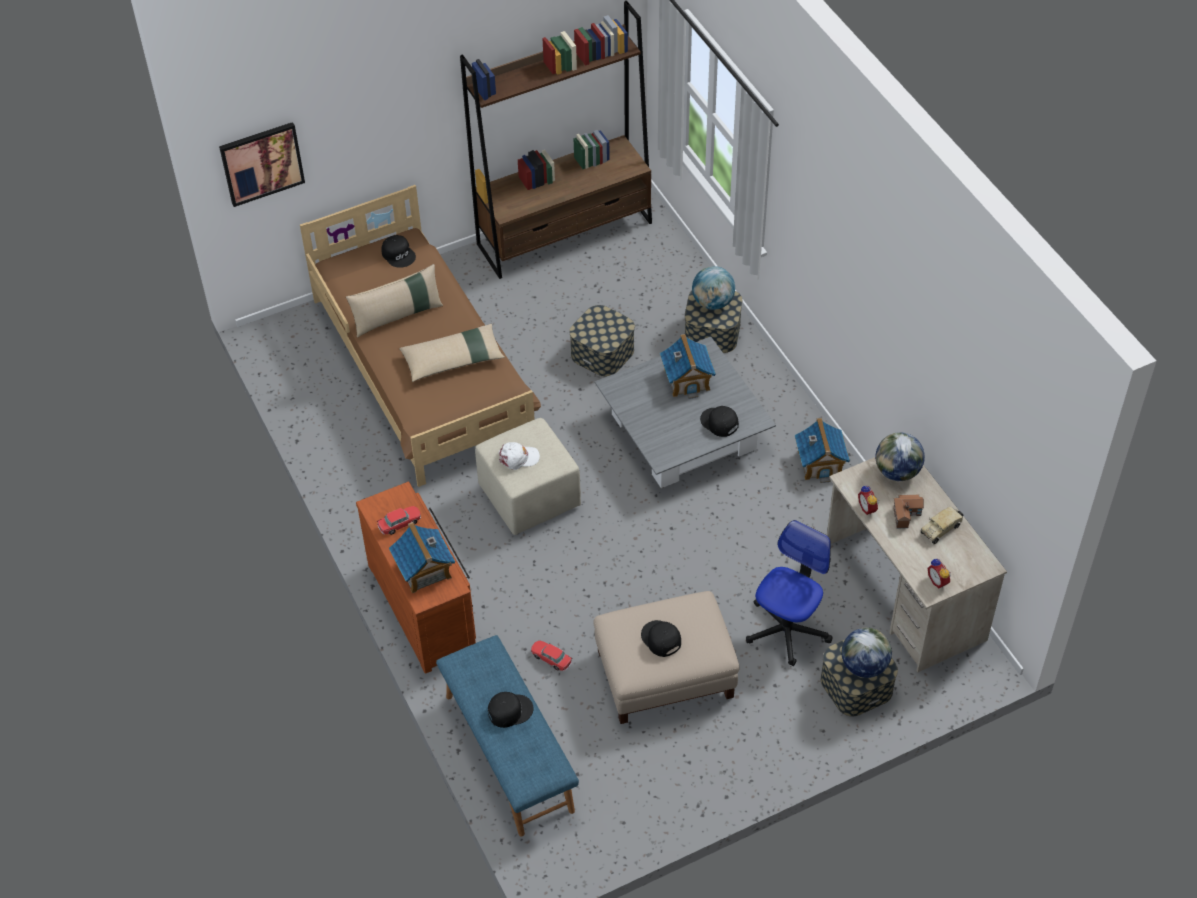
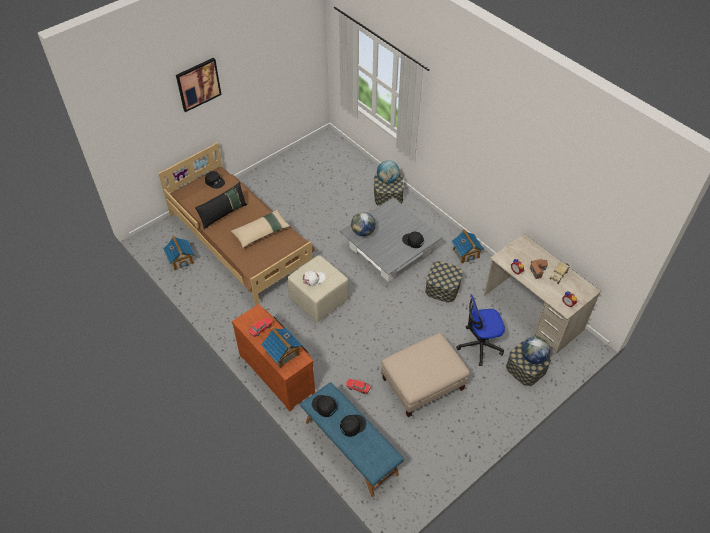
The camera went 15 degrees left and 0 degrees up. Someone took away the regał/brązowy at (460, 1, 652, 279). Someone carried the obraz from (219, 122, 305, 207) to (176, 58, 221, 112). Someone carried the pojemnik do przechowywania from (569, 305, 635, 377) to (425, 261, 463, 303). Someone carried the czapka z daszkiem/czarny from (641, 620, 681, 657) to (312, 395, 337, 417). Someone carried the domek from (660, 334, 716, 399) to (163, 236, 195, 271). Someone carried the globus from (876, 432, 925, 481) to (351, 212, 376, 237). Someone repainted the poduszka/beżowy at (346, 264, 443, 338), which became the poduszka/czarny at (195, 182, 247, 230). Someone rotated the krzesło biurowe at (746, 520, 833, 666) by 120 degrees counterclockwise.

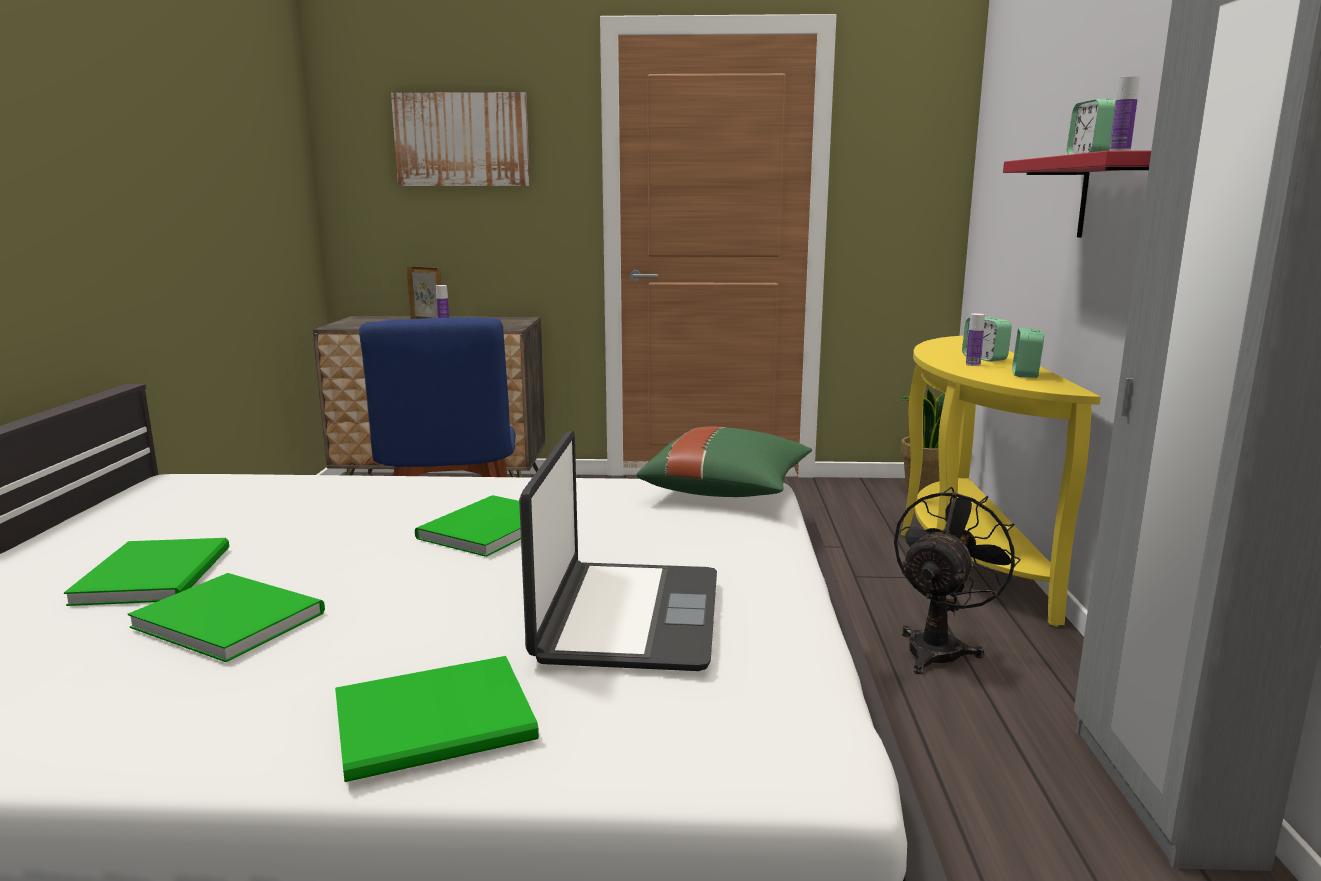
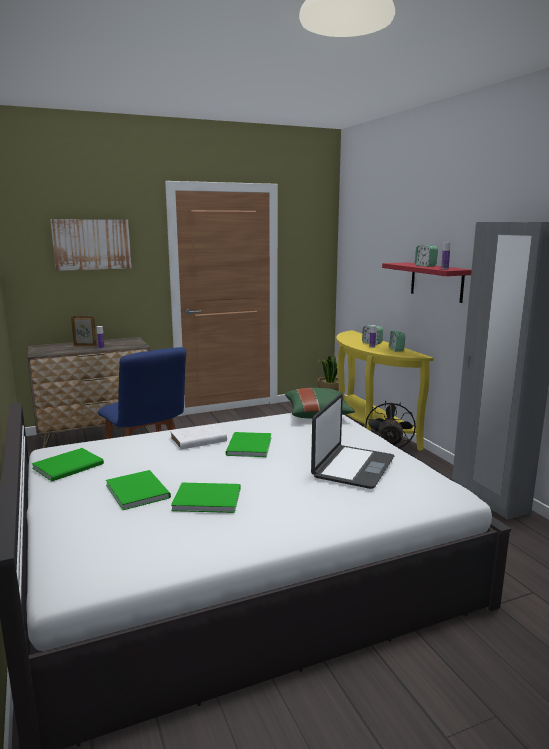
The camera went 25 degrees left and 0 degrees up. Someone put down the książka/biały at (170, 424, 227, 450). Someone carried the książka/zielony from (335, 656, 539, 782) to (32, 448, 104, 481). Someone rotated the laptop at (519, 431, 717, 671) by 45 degrees clockwise.

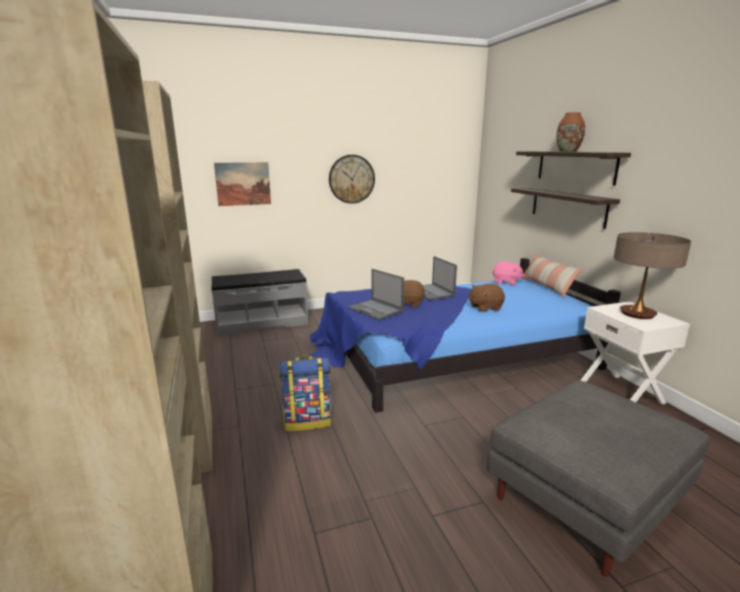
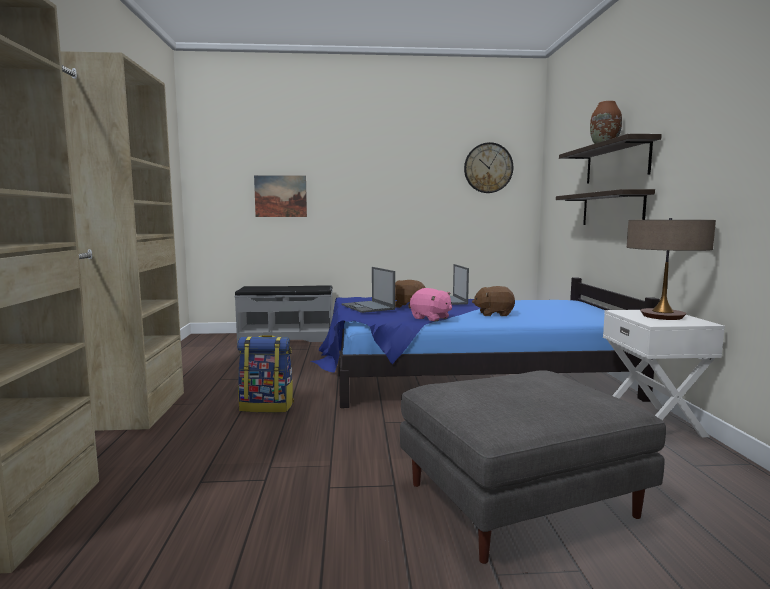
The camera went 15 degrees right and 10 degrees down. Someone took away the poduszka at (521, 253, 582, 298). Someone carried the zegar ścienny from (329, 155, 375, 204) to (464, 142, 513, 193). Someone carried the pluszak/różowy from (492, 262, 525, 285) to (410, 288, 452, 322).

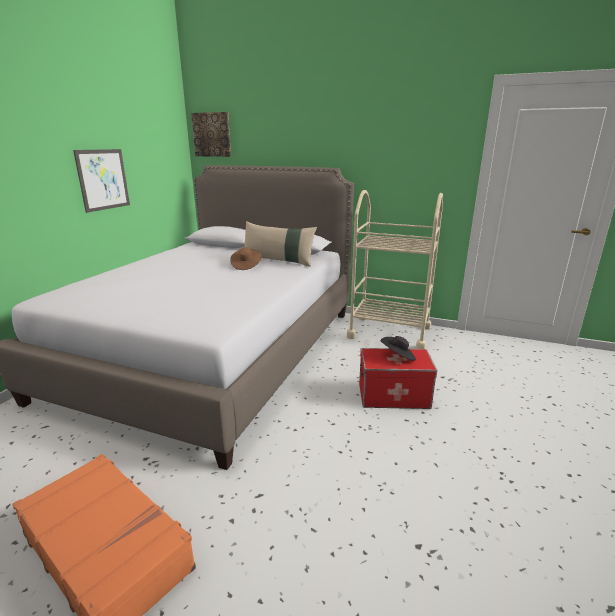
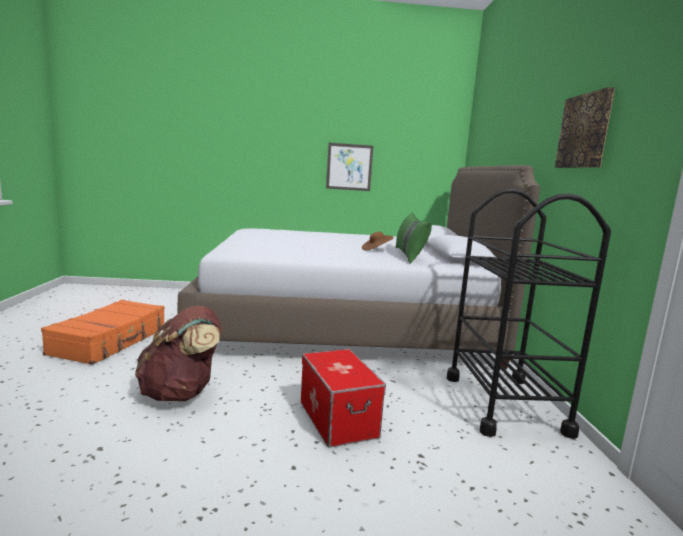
The camera went 65 degrees right and 10 degrees down. Someone took away the kapelusz/czarny at (380, 336, 416, 361). Someone put down the plecak/brązowy at (135, 306, 222, 401). Someone carried the obraz from (191, 112, 231, 157) to (555, 87, 615, 168). Someone repainted the poduszka/beżowy at (244, 221, 317, 267), which became the poduszka/zielony at (396, 213, 432, 264). Someone repainted the wózek/beżowy at (347, 190, 443, 349), which became the wózek/czarny at (447, 188, 611, 439).

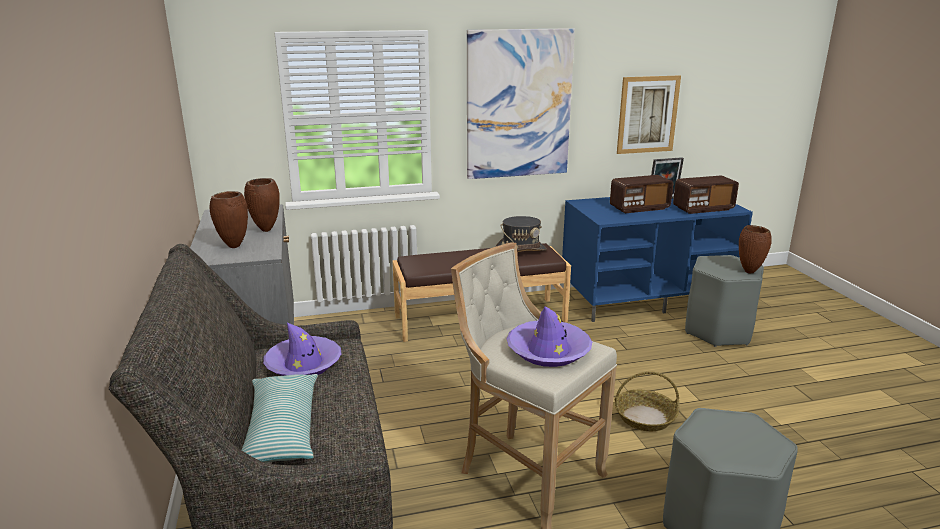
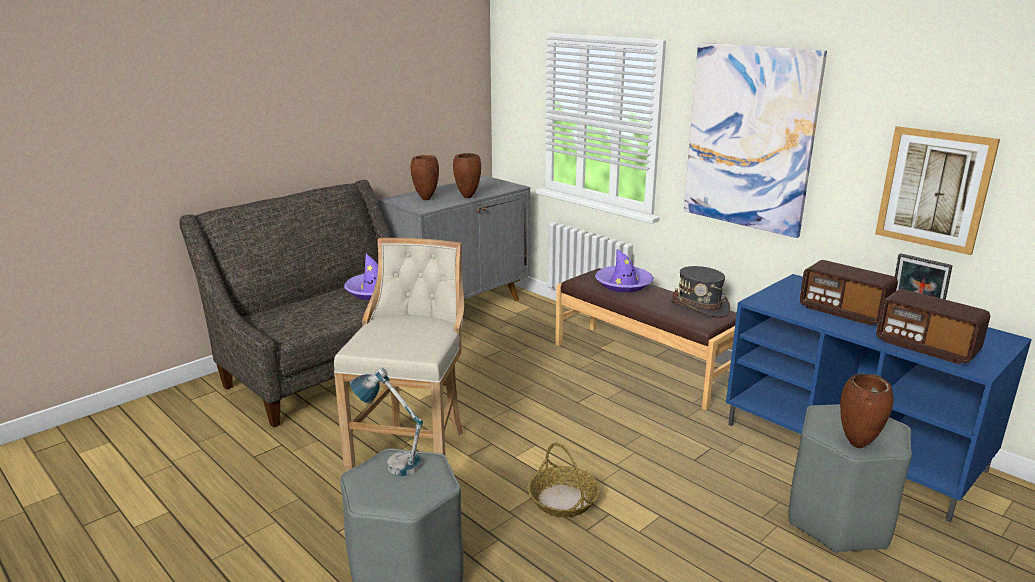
The camera went 60 degrees right and 0 degrees up. Someone took away the poduszka at (241, 374, 318, 463). Someone put down the lampa stołowa at (350, 367, 423, 476). Someone carried the kapelusz/fioletowy from (507, 306, 592, 367) to (595, 249, 654, 292).

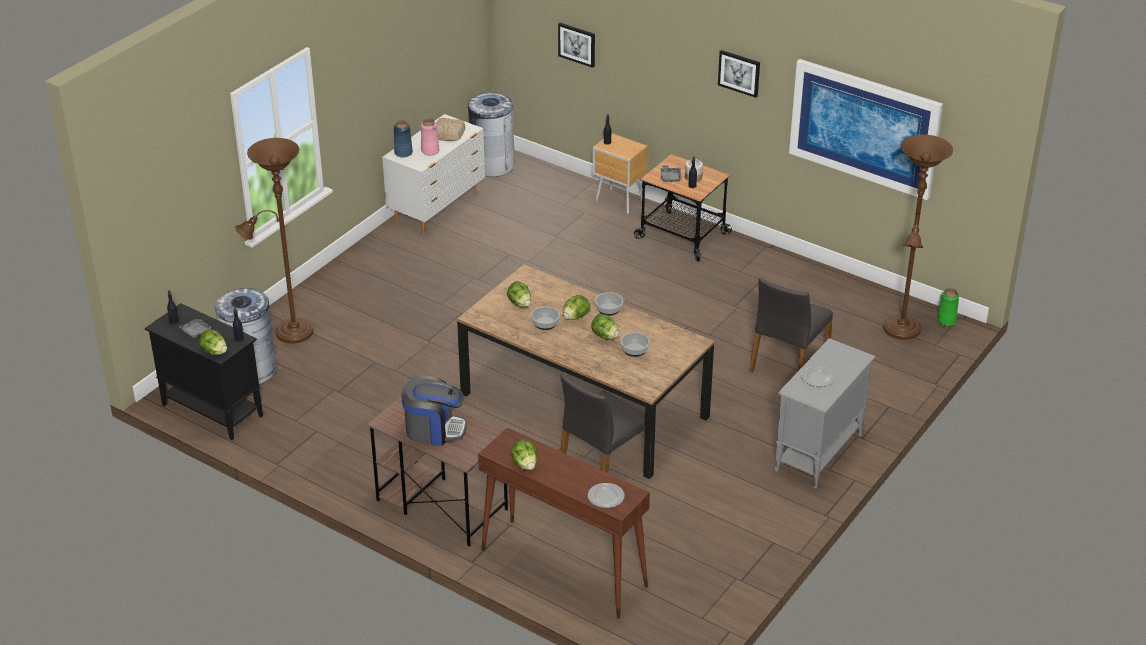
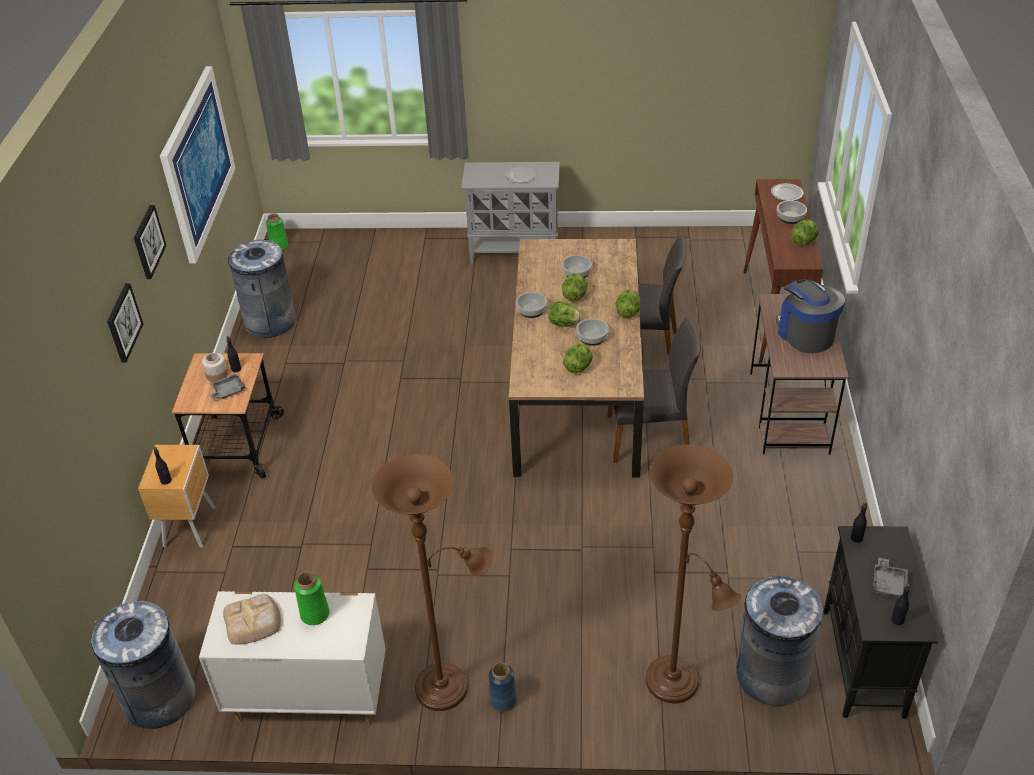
The camera went 120 degrees left and 5 degrees up. Someone put down the kosz na śmieci/szary at (228, 240, 296, 338). Someone put down the miska at (777, 200, 807, 224). Someone carried the sałata from (199, 329, 227, 355) to (615, 290, 641, 319). Someone carried the wazon/niebieski from (394, 120, 413, 157) to (489, 663, 517, 712). Someone carried the obraz from (558, 23, 595, 68) to (107, 283, 143, 363). Someone carried the krzesło/szary from (749, 277, 833, 372) to (608, 317, 701, 463). Someone carried the lampa stojąca/brązowy from (883, 135, 953, 340) to (372, 454, 492, 711). Someone repainted the wazon/różowy at (421, 118, 439, 155), which became the wazon/zielony at (294, 572, 329, 625).

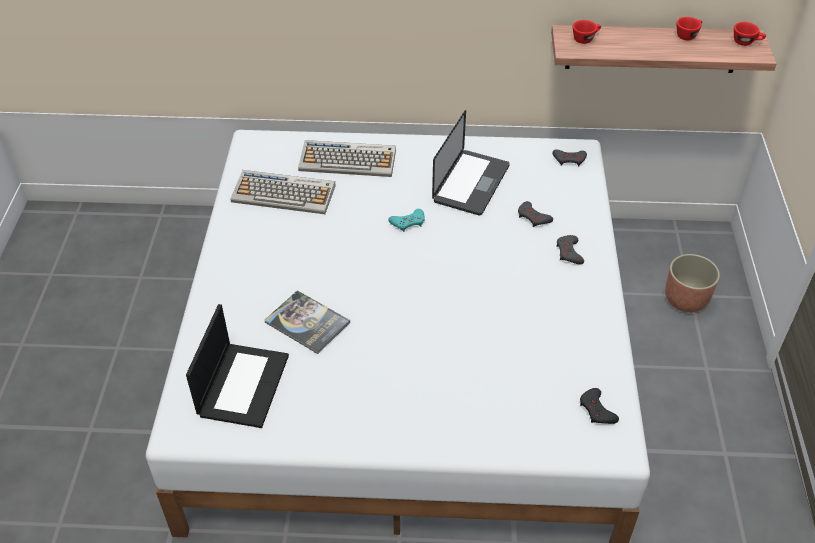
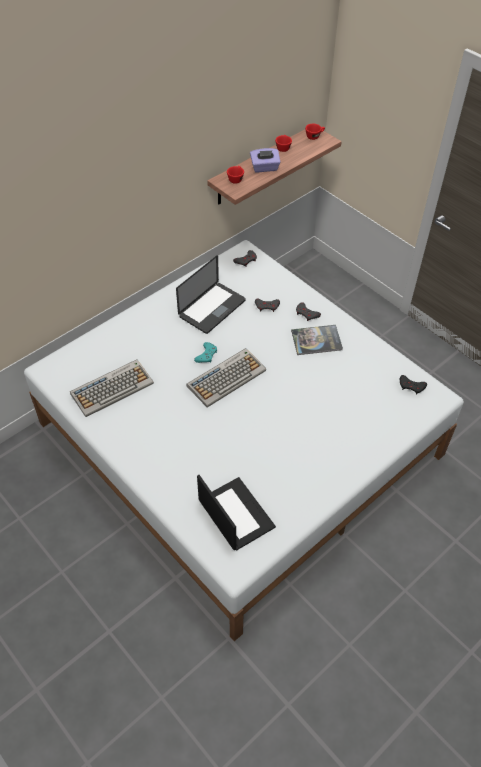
The camera went 45 degrees left and 5 degrees up. Someone took away the donica at (665, 254, 720, 313). Someone put down the pudełko chusteczek/fioletowy at (250, 148, 281, 172). Someone carried the książka from (265, 290, 350, 354) to (291, 325, 343, 355). Someone carried the klawiatura from (298, 140, 396, 177) to (187, 348, 266, 408). Someone rotated the laptop at (432, 110, 510, 216) by 60 degrees clockwise.

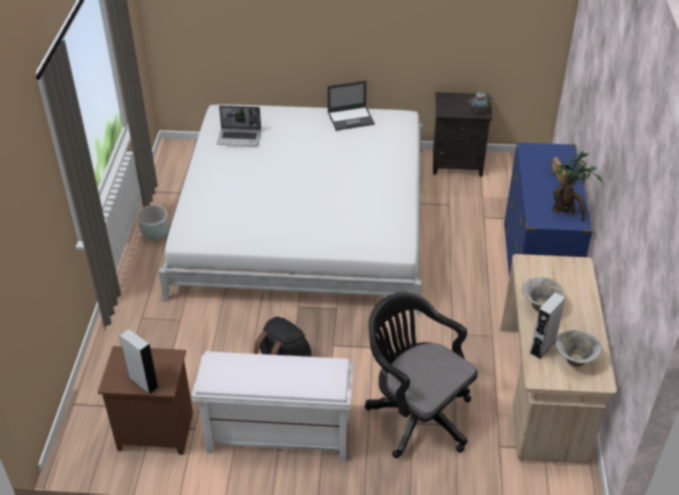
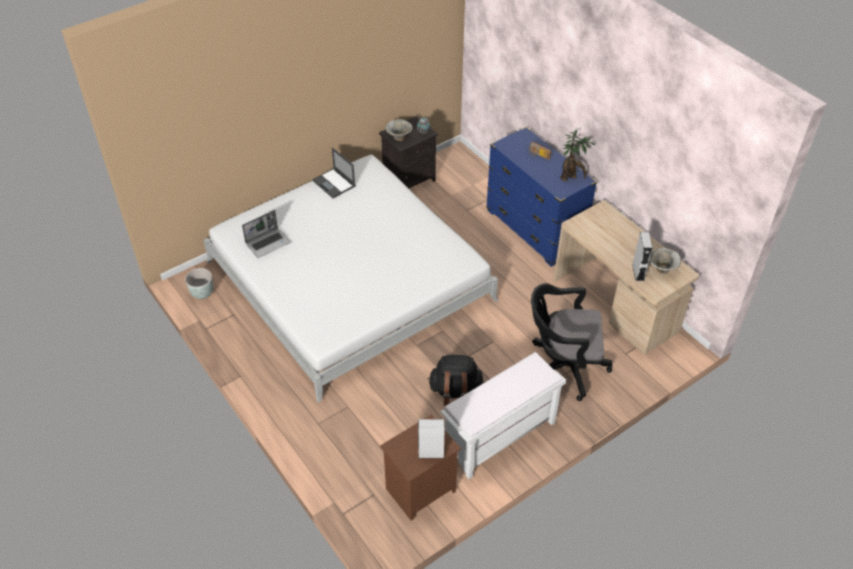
The camera went 40 degrees left and 5 degrees up. Someone carried the donica/szary from (137, 205, 168, 241) to (185, 268, 213, 299). Someone carried the miska from (521, 277, 565, 312) to (385, 119, 413, 141). Someone rotated the laptop at (328, 80, 375, 131) by 105 degrees clockwise.

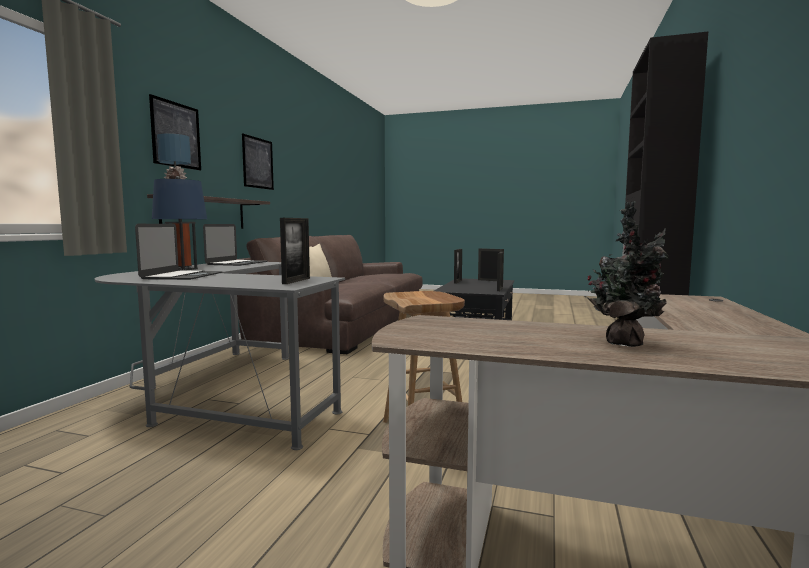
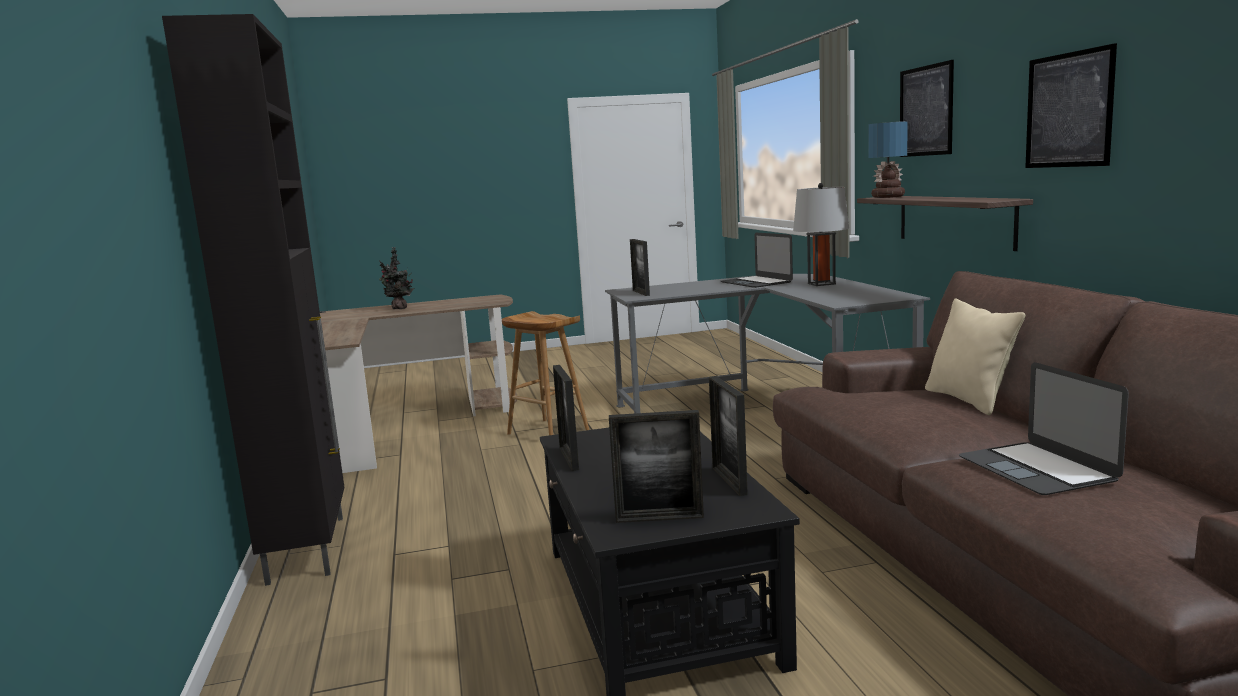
The camera went 150 degrees right and 5 degrees up. Someone carried the laptop from (203, 224, 267, 266) to (959, 362, 1129, 495). Someone repainted the lampa stołowa/niebieski at (152, 176, 207, 271), which became the lampa stołowa/szary at (793, 183, 849, 286).

